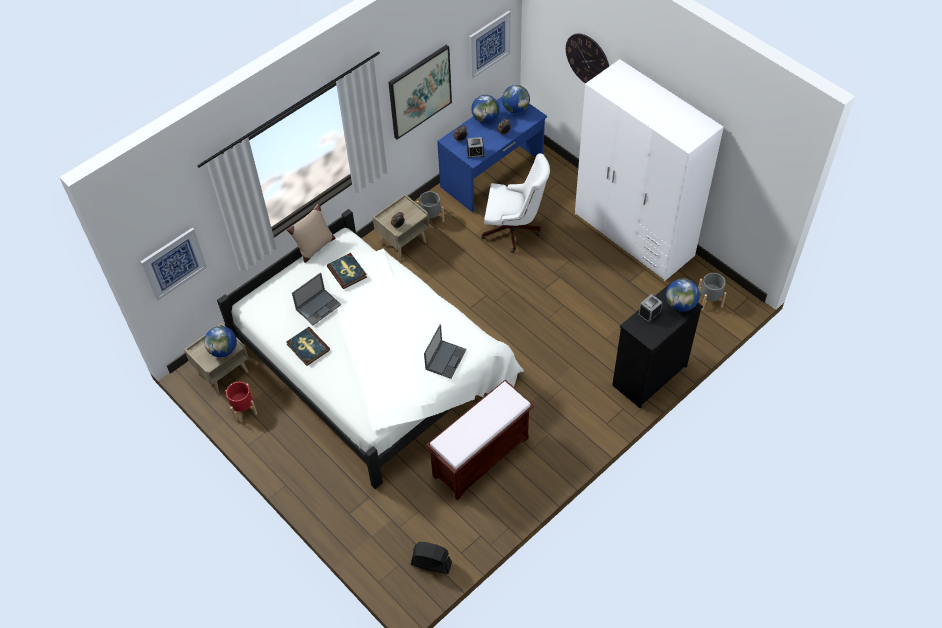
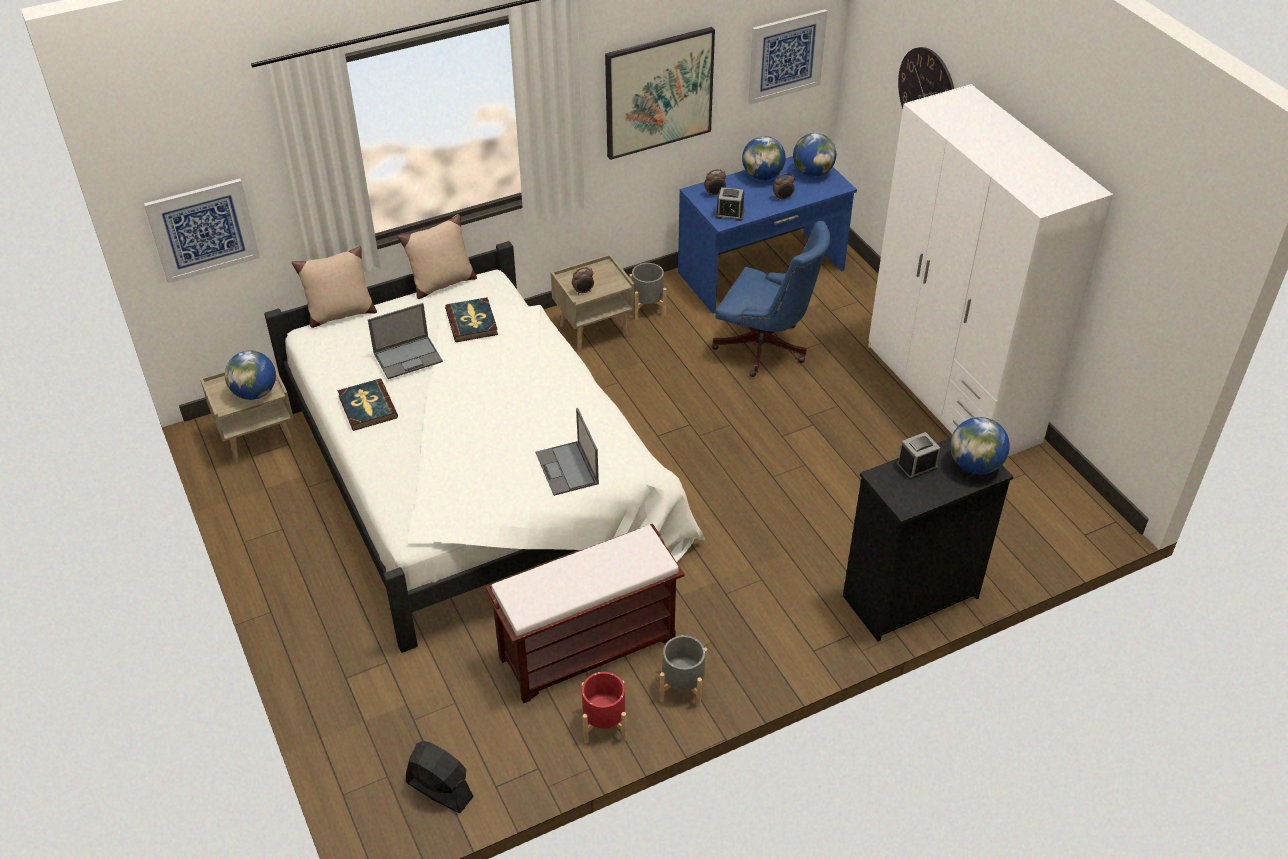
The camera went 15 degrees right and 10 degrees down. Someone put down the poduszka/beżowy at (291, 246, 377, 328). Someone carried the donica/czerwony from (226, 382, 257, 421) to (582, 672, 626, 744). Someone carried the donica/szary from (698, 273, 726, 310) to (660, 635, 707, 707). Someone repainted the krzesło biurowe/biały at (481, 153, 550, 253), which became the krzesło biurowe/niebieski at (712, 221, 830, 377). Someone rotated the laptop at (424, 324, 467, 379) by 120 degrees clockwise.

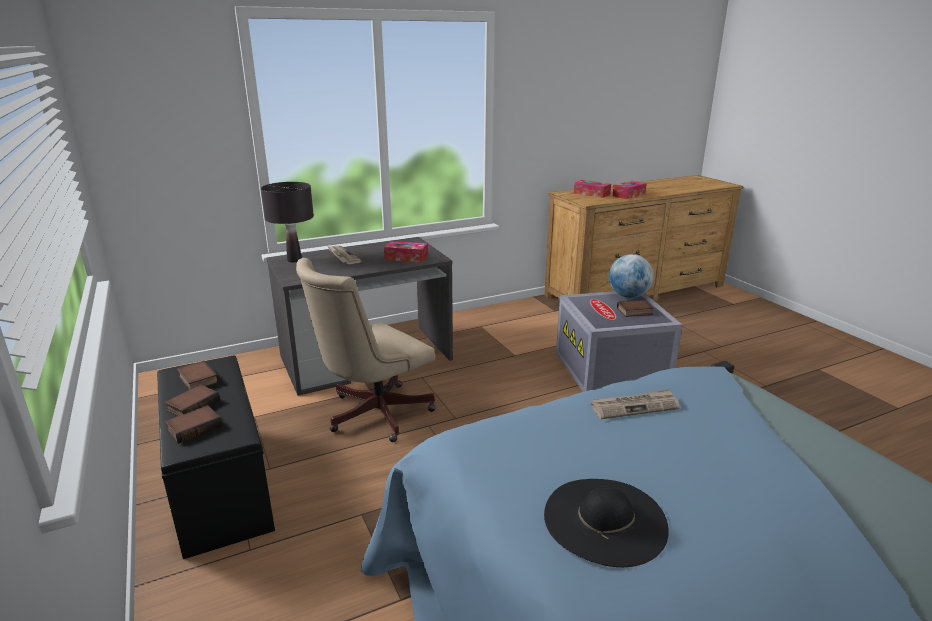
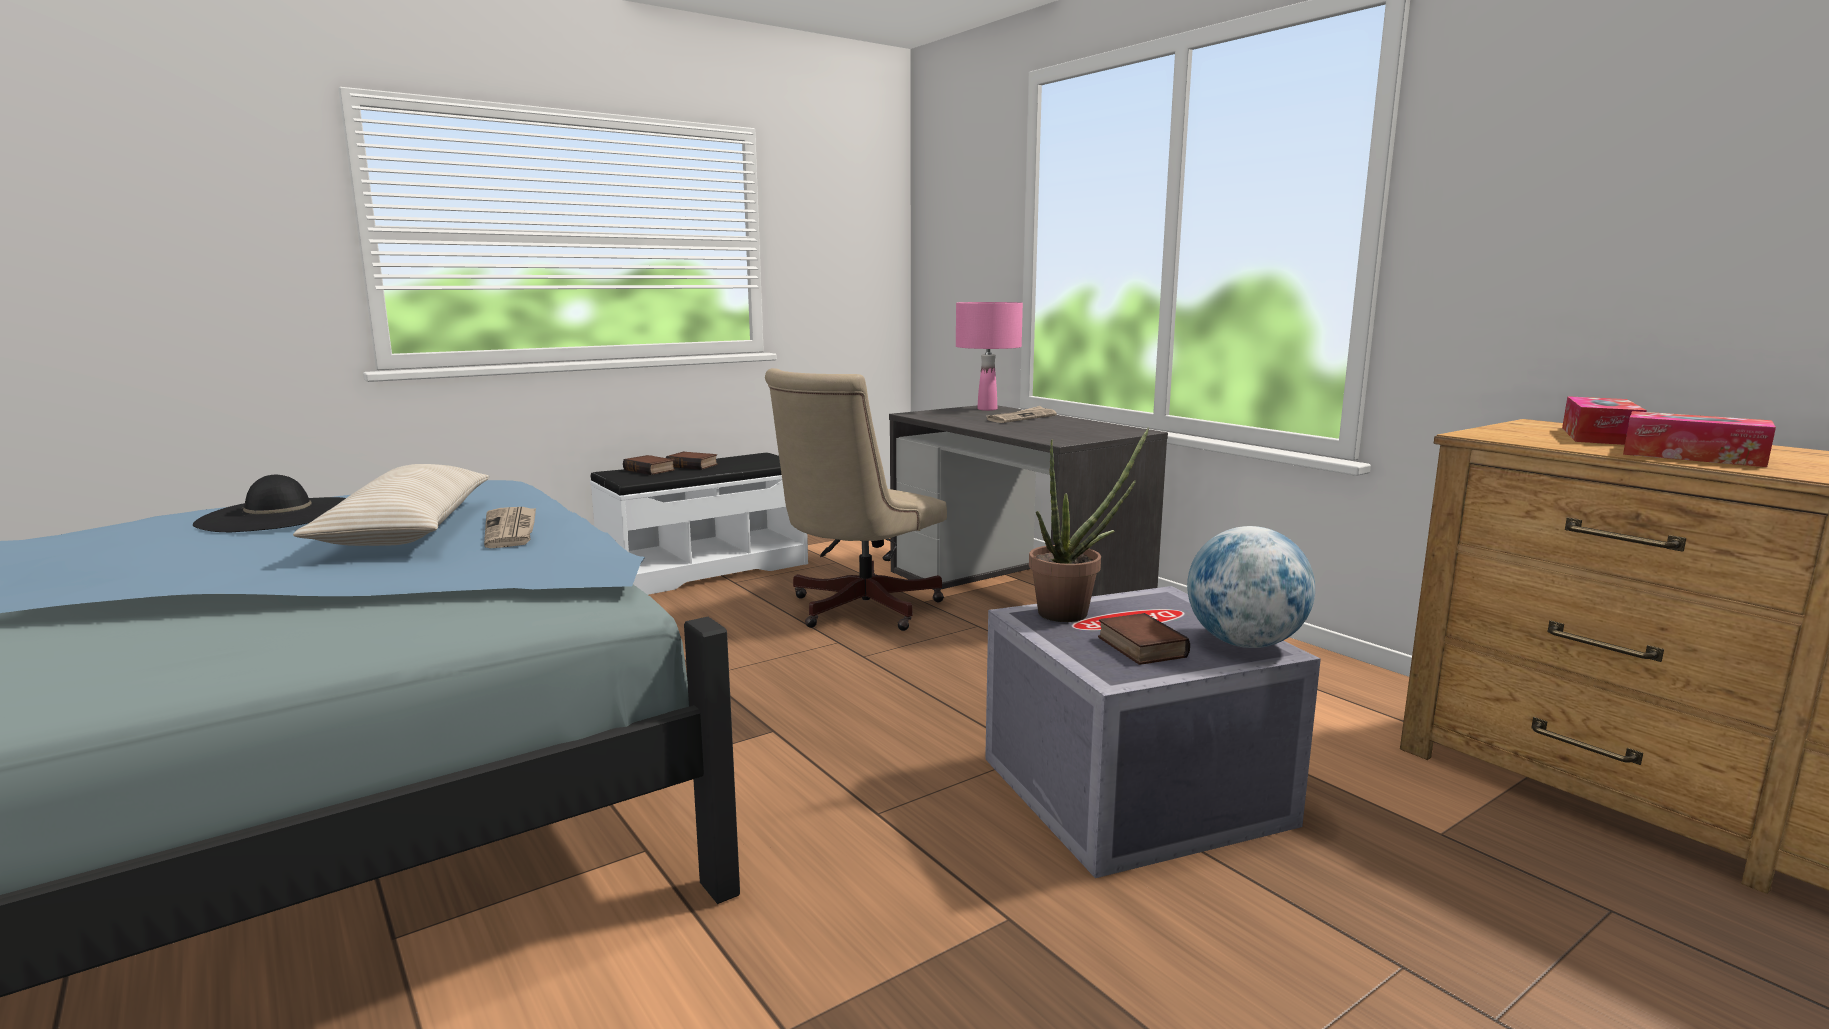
The camera went 80 degrees right and 10 degrees down. Someone took away the książka at (177, 361, 219, 390). Someone took away the pudełko chusteczek at (384, 241, 428, 263). Someone put down the poduszka/beżowy at (293, 464, 489, 546). Someone put down the roślina doniczkowa at (1029, 428, 1149, 622). Someone repainted the ławka/czarny at (157, 356, 275, 559), which became the ławka/biały at (590, 453, 808, 595). Someone repainted the lampa stołowa/czarny at (261, 182, 314, 262), which became the lampa stołowa/różowy at (956, 302, 1023, 411). Someone rotated the krzesło biurowe/beżowy at (296, 258, 436, 442) by 90 degrees counterclockwise.

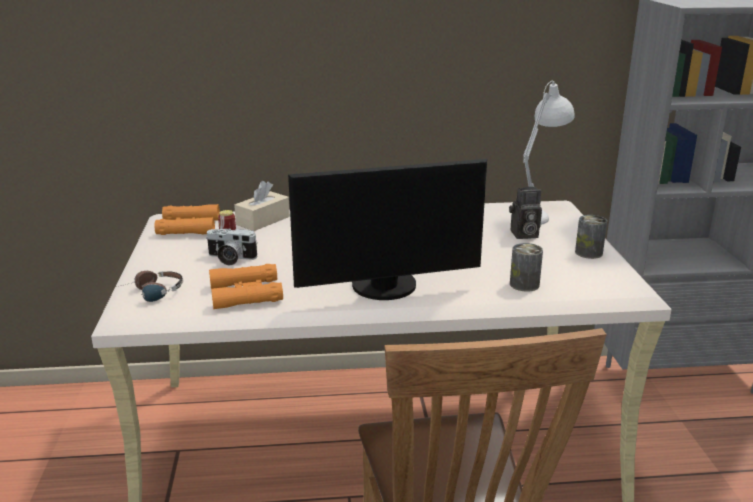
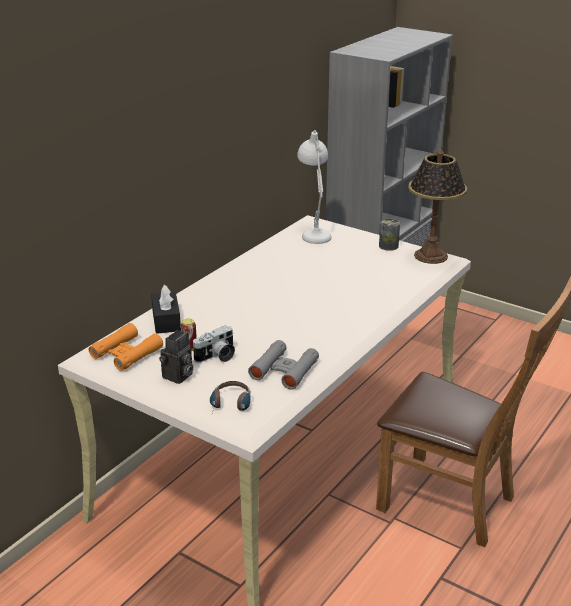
The camera went 50 degrees left and 5 degrees up. Someone took away the monitor at (288, 159, 487, 300). Someone took away the puszka at (510, 243, 543, 292). Someone put down the lampa stołowa at (408, 150, 467, 264). Someone carried the aparat fotograficzny from (509, 187, 542, 239) to (159, 330, 193, 384). Someone repainted the lornetka/pomarańczowy at (209, 264, 283, 309), which became the lornetka/szary at (248, 340, 319, 390). Someone repainted the pudełko chusteczek/beżowy at (234, 181, 290, 231), which became the pudełko chusteczek/czarny at (151, 285, 181, 334).

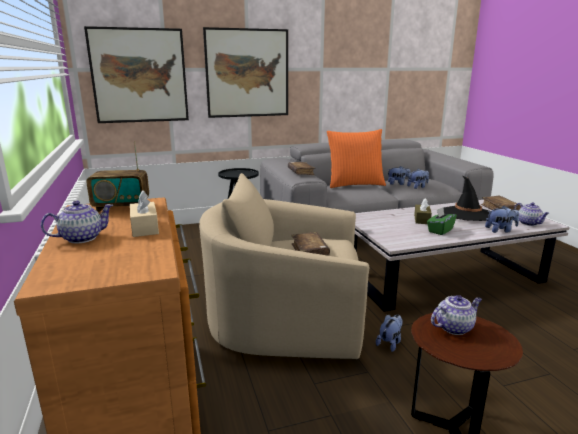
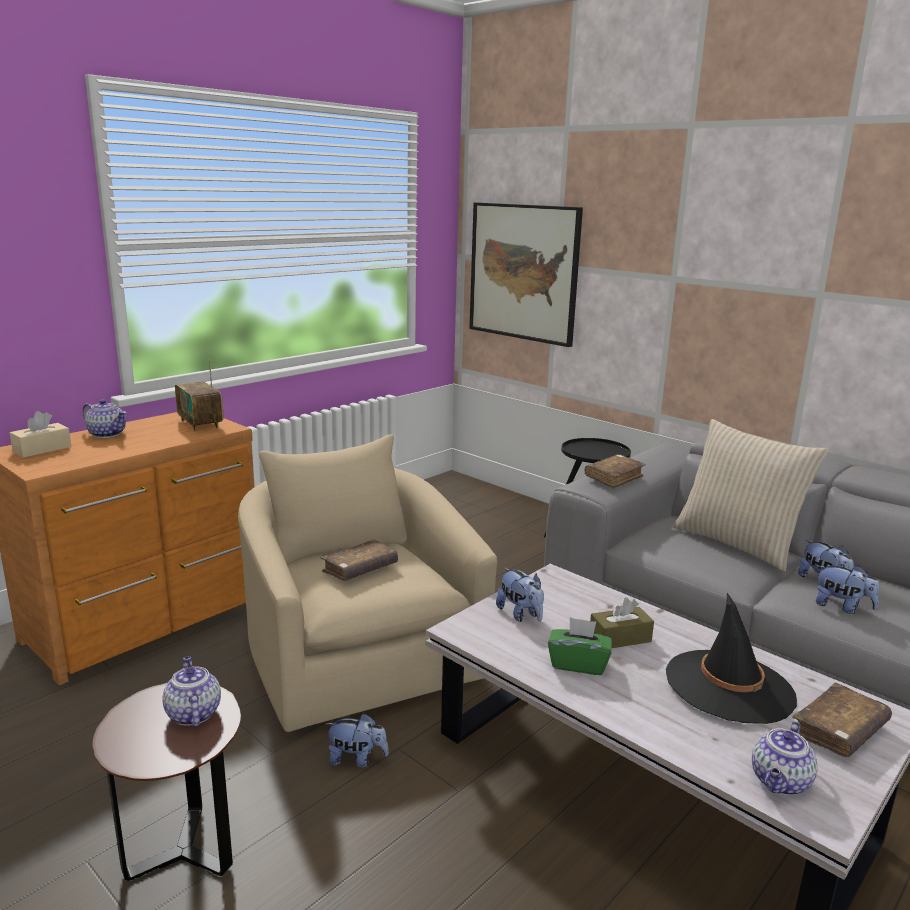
The camera went 60 degrees right and 0 degrees up. Someone took away the obraz at (203, 27, 288, 118). Someone carried the pudełko chusteczek/beżowy from (130, 190, 159, 237) to (10, 411, 71, 458). Someone carried the pluszak from (485, 206, 519, 233) to (496, 568, 544, 622). Someone repainted the poduszka/pomarańczowy at (327, 129, 386, 188), which became the poduszka/beżowy at (673, 419, 829, 572). Someone rotated the imbryk at (431, 295, 482, 335) by 150 degrees counterclockwise.

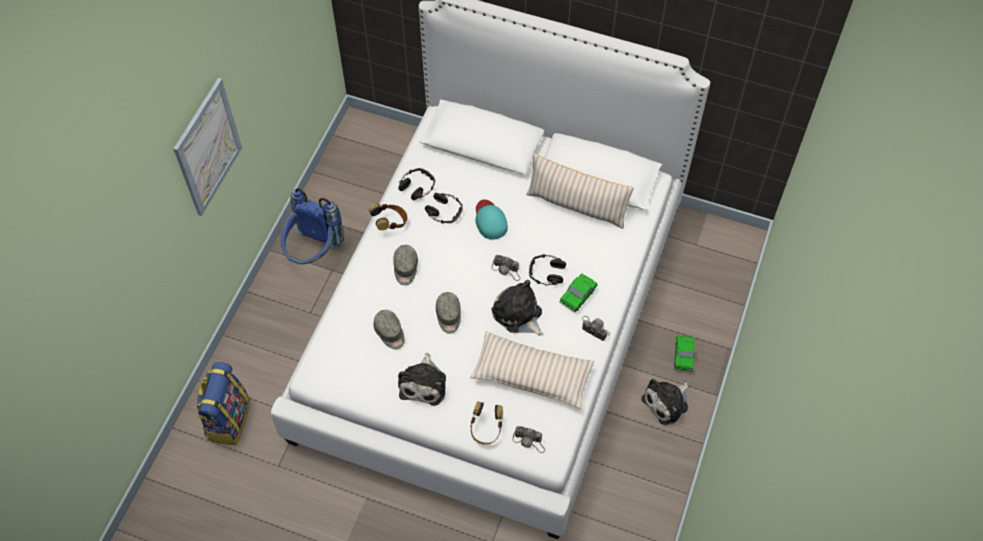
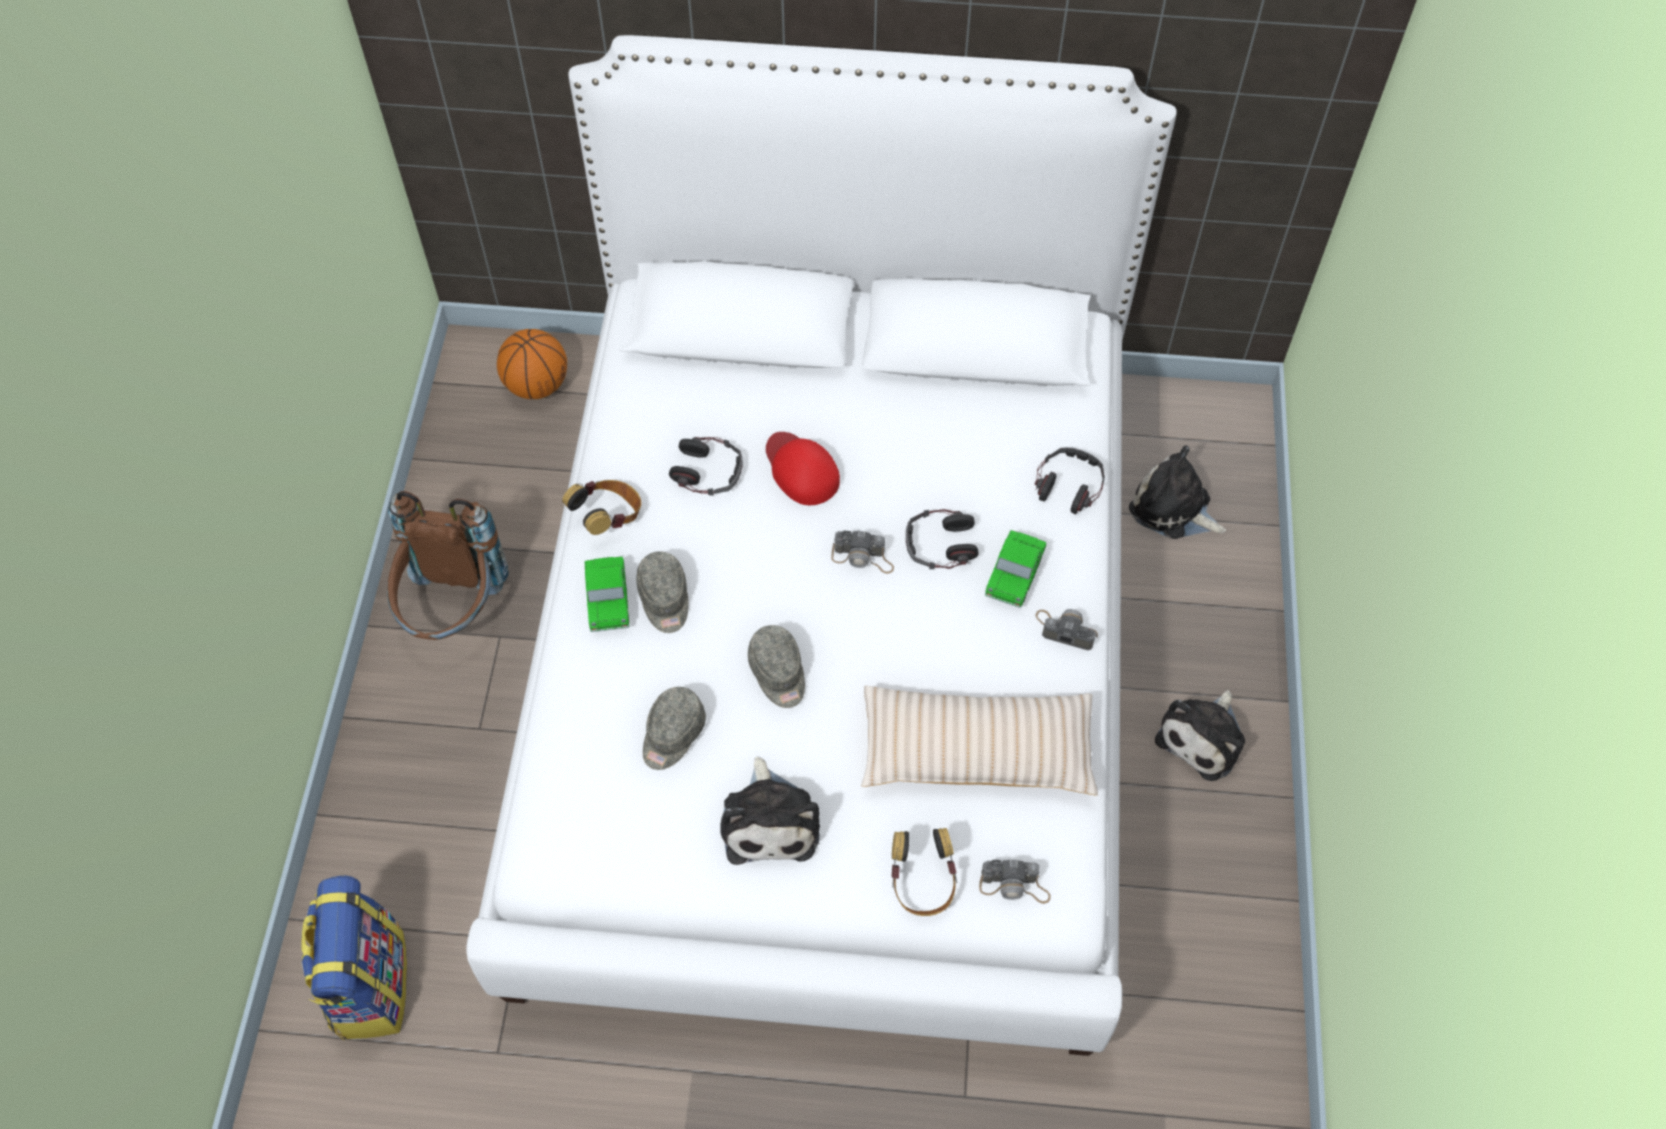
The camera went 15 degrees left and 0 degrees up. Someone took away the obraz at (174, 78, 242, 216). Someone took away the poduszka/beżowy at (526, 153, 634, 229). Someone put down the piłka do koszykówki at (497, 329, 567, 399). Someone carried the słuchawki from (399, 168, 435, 201) to (1035, 447, 1105, 514). Someone carried the pluszak from (492, 280, 544, 336) to (1129, 446, 1226, 539). Someone carried the samochodzik from (674, 336, 695, 372) to (585, 557, 630, 632). Someone repainted the plecak/niebieski at (281, 188, 344, 264), which became the plecak/brązowy at (387, 491, 509, 640). Someone repainted the czapka z daszkiem/turkusowy at (475, 199, 508, 240), which became the czapka z daszkiem/czerwony at (766, 432, 840, 505). Someone rotated the czapka z daszkiem/szary at (374, 310, 405, 349) by 75 degrees clockwise.

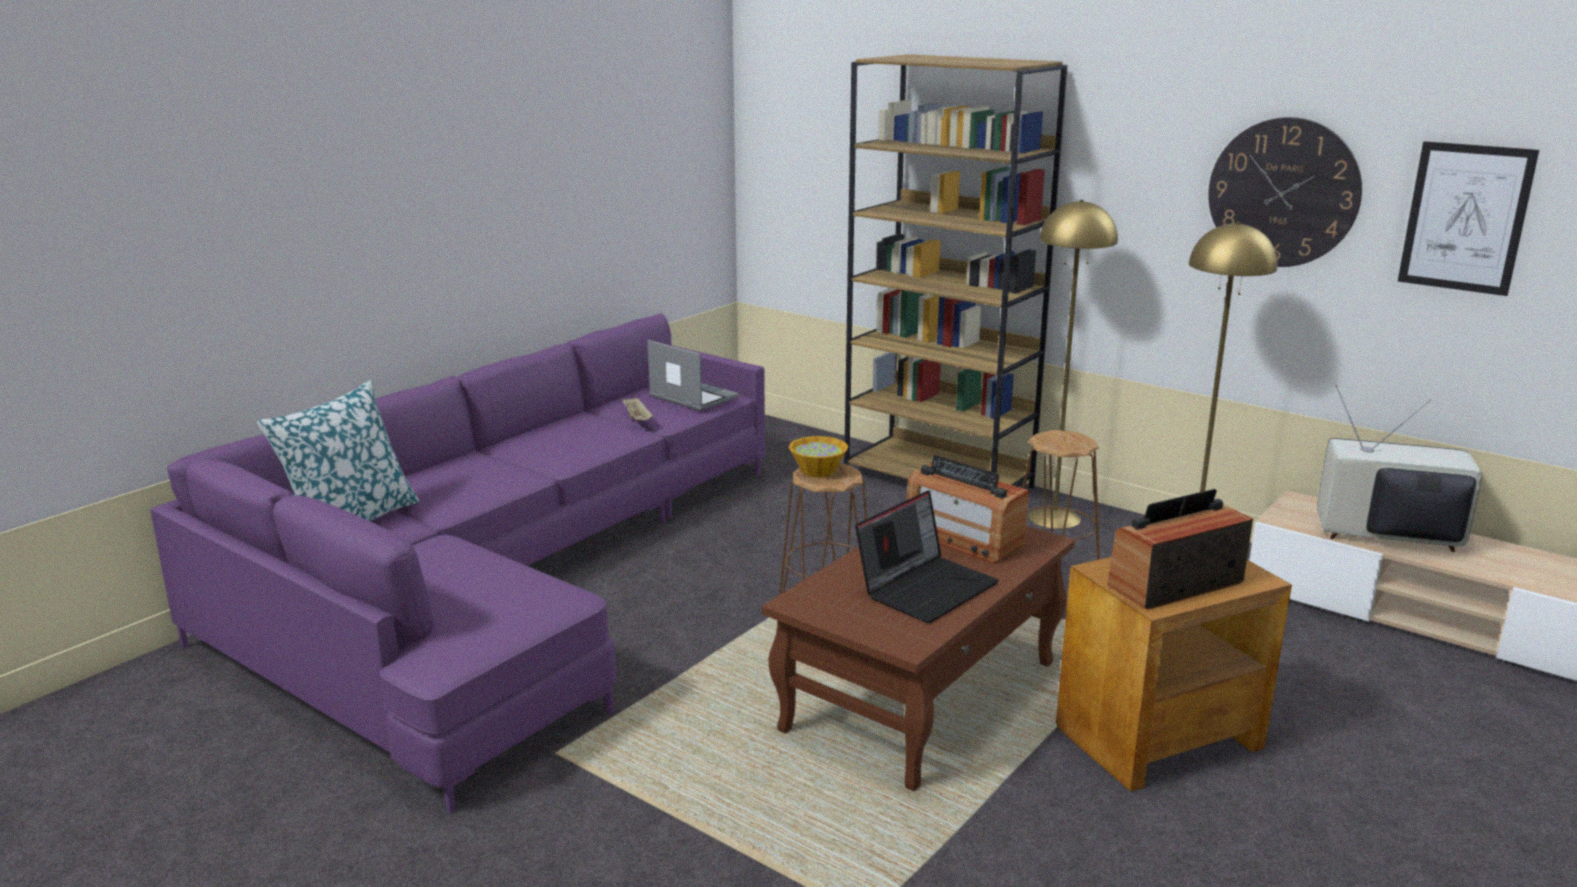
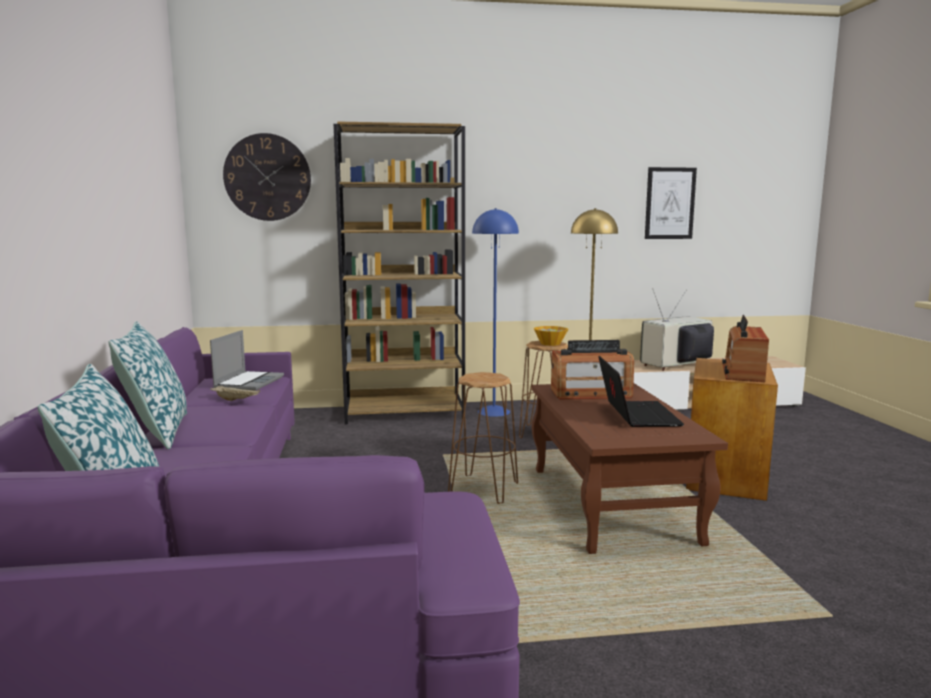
The camera went 45 degrees left and 10 degrees down. Someone put down the poduszka at (108, 321, 187, 449). Someone carried the miska from (789, 436, 848, 477) to (534, 326, 568, 346). Someone carried the zegar ścienny from (1208, 117, 1362, 267) to (223, 133, 311, 221). Someone repainted the lampa stojąca/żółty at (1028, 200, 1118, 529), which became the lampa stojąca/niebieski at (472, 208, 519, 417). Someone rotated the laptop at (648, 340, 739, 411) by 105 degrees clockwise.

